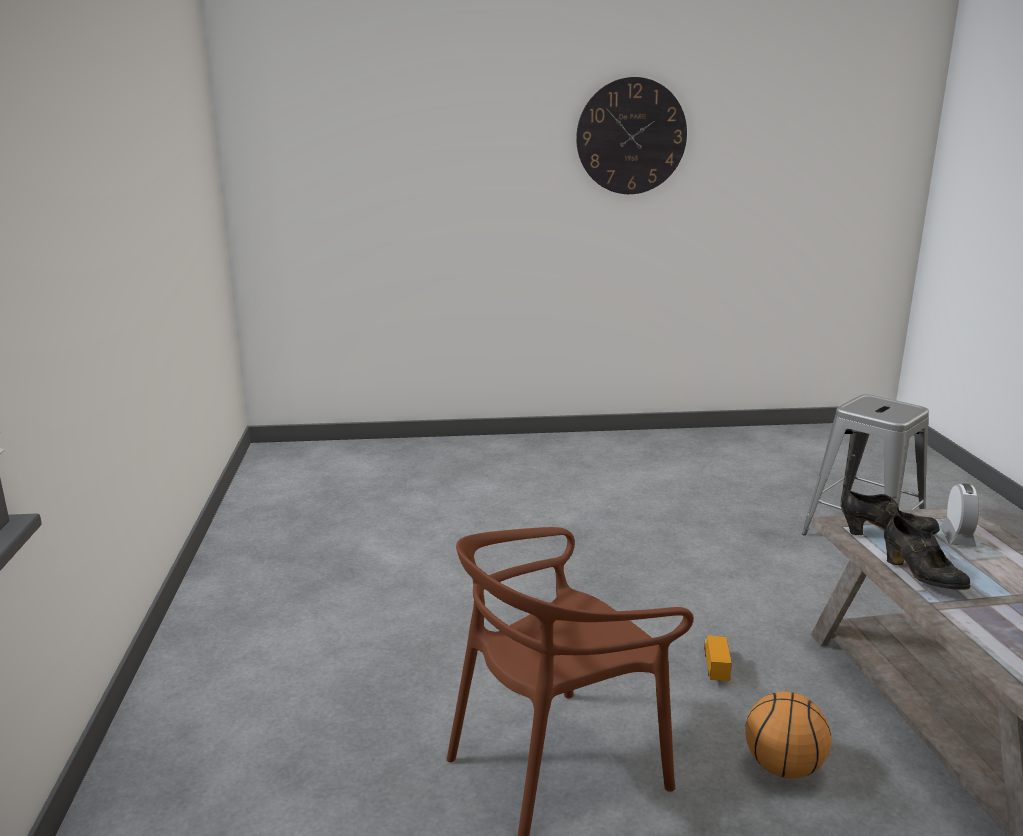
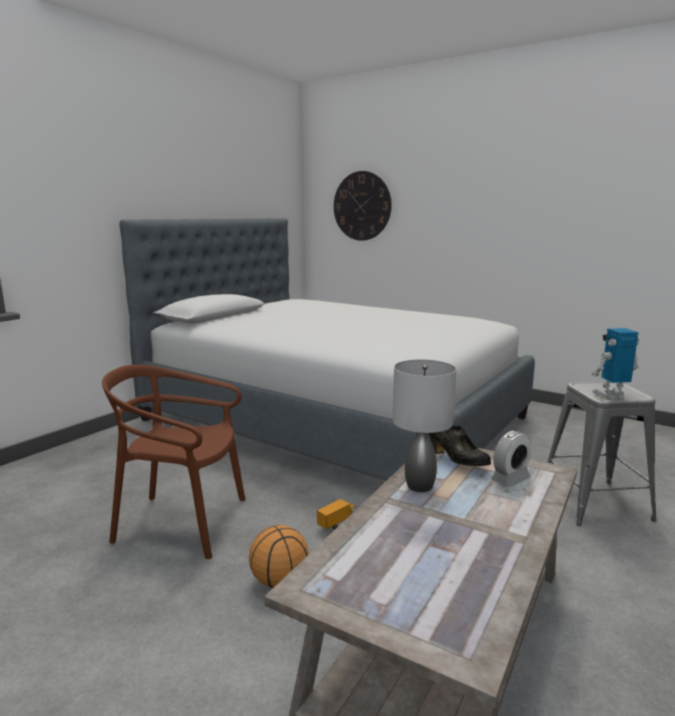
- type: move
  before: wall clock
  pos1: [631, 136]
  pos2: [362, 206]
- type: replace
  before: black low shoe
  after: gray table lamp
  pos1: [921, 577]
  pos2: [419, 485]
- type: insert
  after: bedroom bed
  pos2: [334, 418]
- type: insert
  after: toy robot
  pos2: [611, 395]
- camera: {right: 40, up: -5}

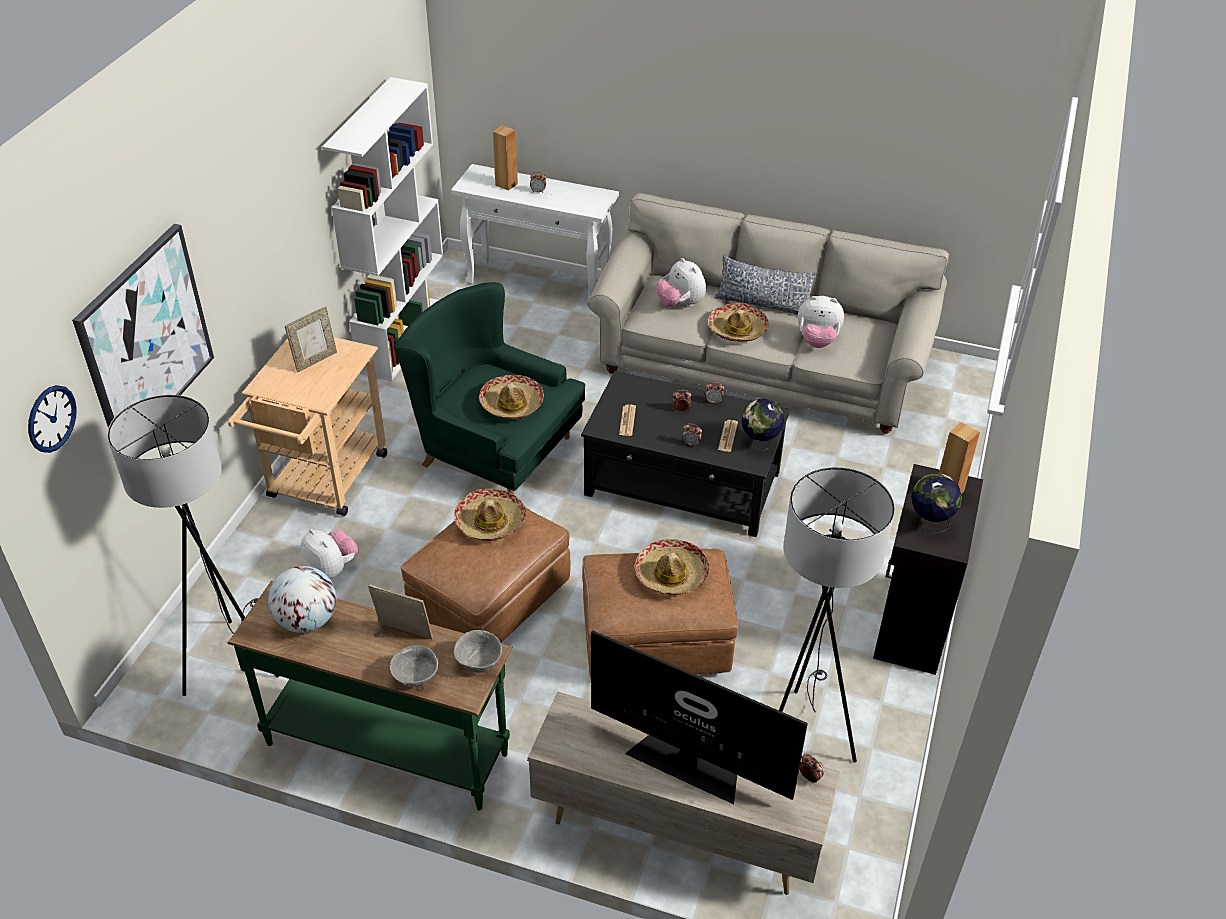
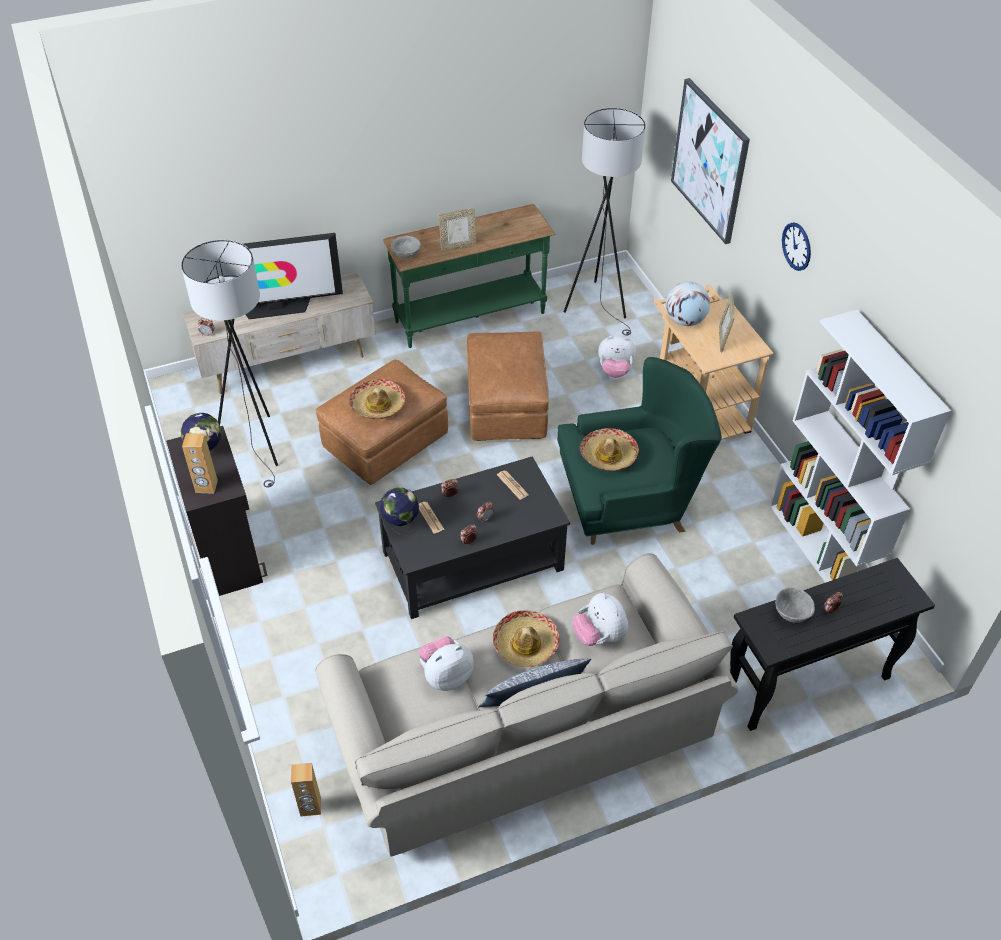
- type: move
  before: wall clock
  pos1: [51, 418]
  pos2: [796, 246]
- type: move
  before: globe
  pos1: [307, 621]
  pos2: [685, 320]
- type: move
  before: gray deep dish
  pos1: [415, 678]
  pos2: [791, 613]
- type: recolor
  before: white-coloured console table
  after: black console table
  pos1: [539, 285]
  pos2: [805, 684]
- type: delete
  before: wearable hat
  pos1: [490, 522]
- type: move
  before: brown loudspeaker
  pos1: [506, 184]
  pos2: [310, 807]
- type: rotate
  before: plush toy
  pos1: [680, 304]
  pos2: [599, 635]
  turn: -135
- camera: {right: 140, up: 5}

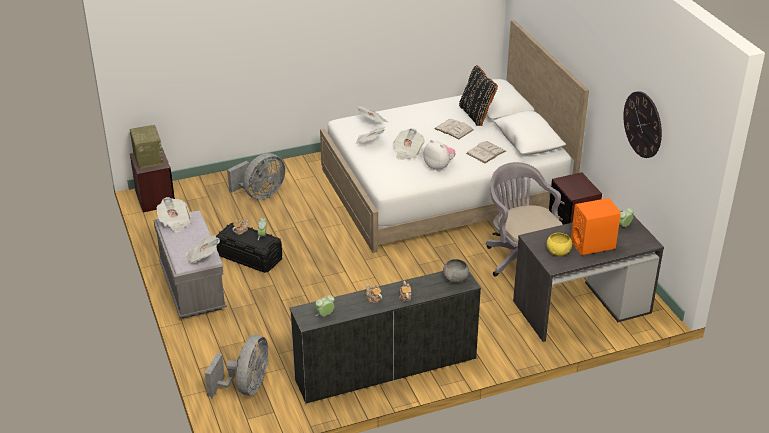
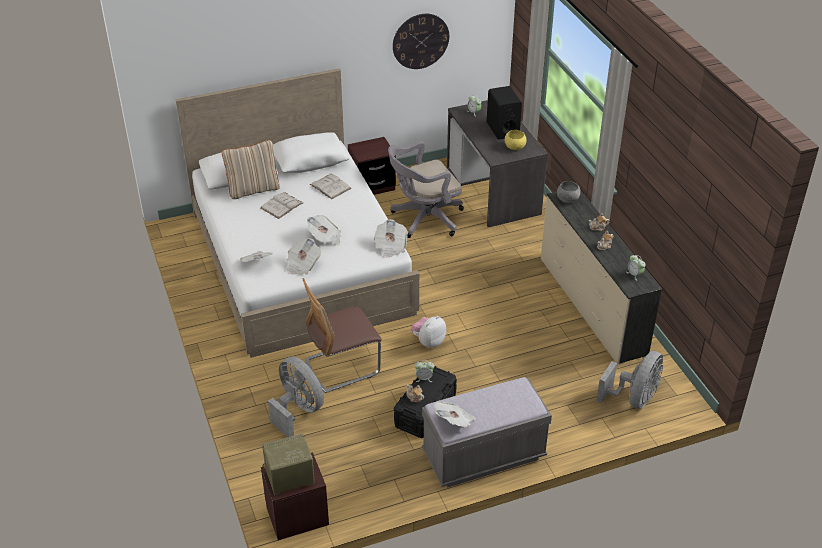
- type: move
  before: newspaper
  pos1: [202, 257]
  pos2: [390, 246]
- type: rotate
  before: gray cooling fan
  pos1: [246, 387]
  pos2: [634, 398]
  turn: 105
- type: move
  before: plush toy
  pos1: [439, 166]
  pos2: [428, 342]
- type: recolor
  before: black cushion
  after: beige cushion
  pos1: [476, 114]
  pos2: [253, 189]
- type: recolor
  before: orangey loudspeaker
  after: black loudspeaker
  pos1: [593, 245]
  pos2: [502, 129]
- type: insert
  after: upright chair
  pos2: [342, 367]
- camera: {right: -90, up: 5}

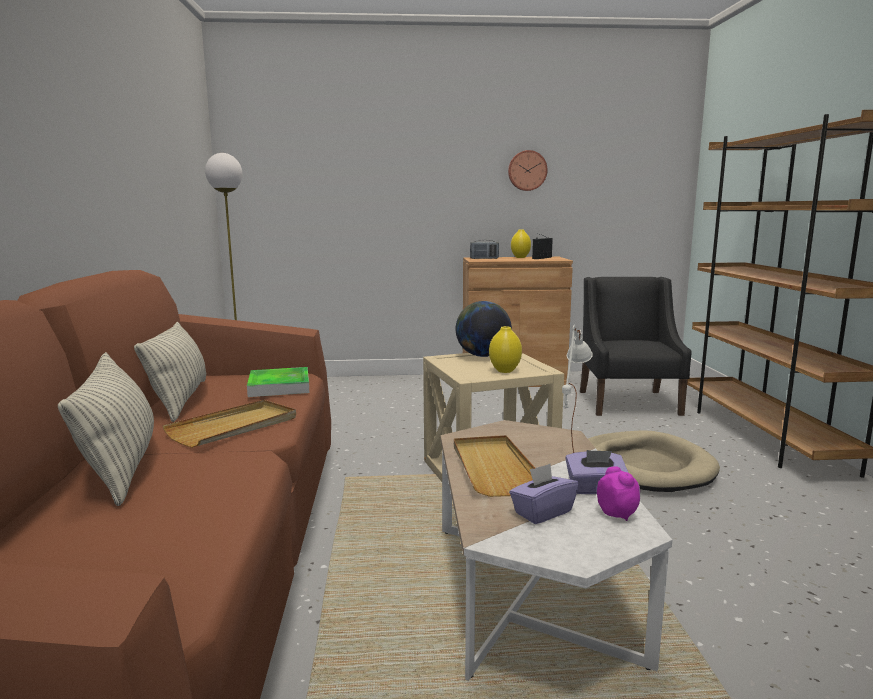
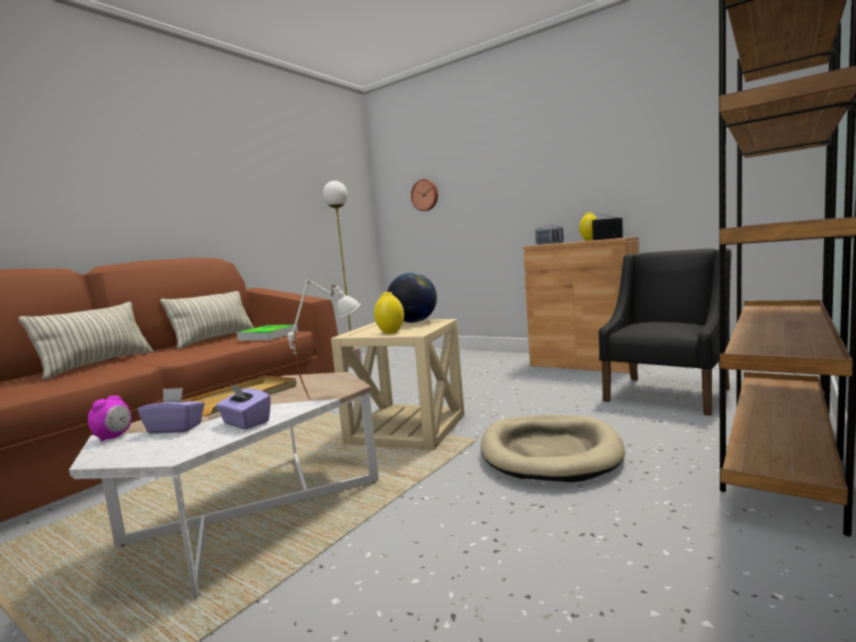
- type: delete
  before: beige tray
  pos1: [234, 427]
- type: move
  before: wall clock
  pos1: [527, 170]
  pos2: [425, 195]
- type: move
  before: table clock
  pos1: [617, 514]
  pos2: [114, 437]
- camera: {right: 40, up: -5}

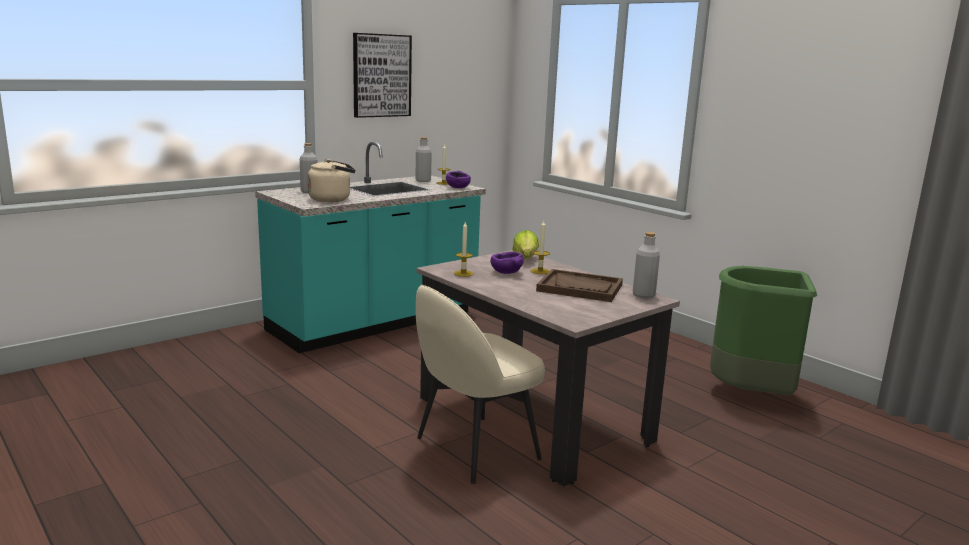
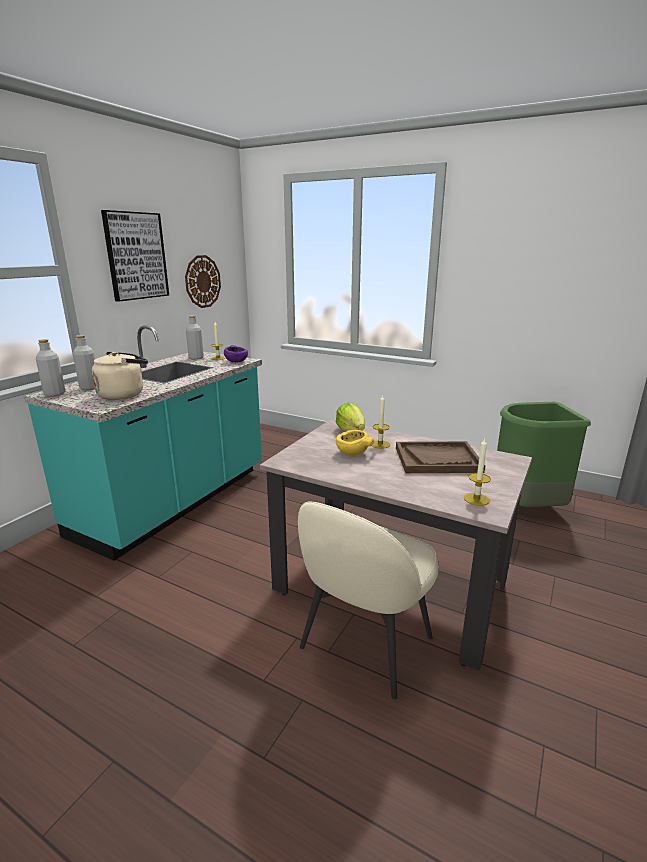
- type: move
  before: wax light
  pos1: [463, 273]
  pos2: [476, 499]
- type: recolor
  before: purple-coloured deep dish
  after: yellow-coloured deep dish
  pos1: [506, 272]
  pos2: [352, 452]
- type: move
  before: gray beverage bottle
  pos1: [643, 295]
  pos2: [54, 394]
- type: insert
  after: wall clock
  pos2: [202, 281]
- camera: {right: -20, up: 5}

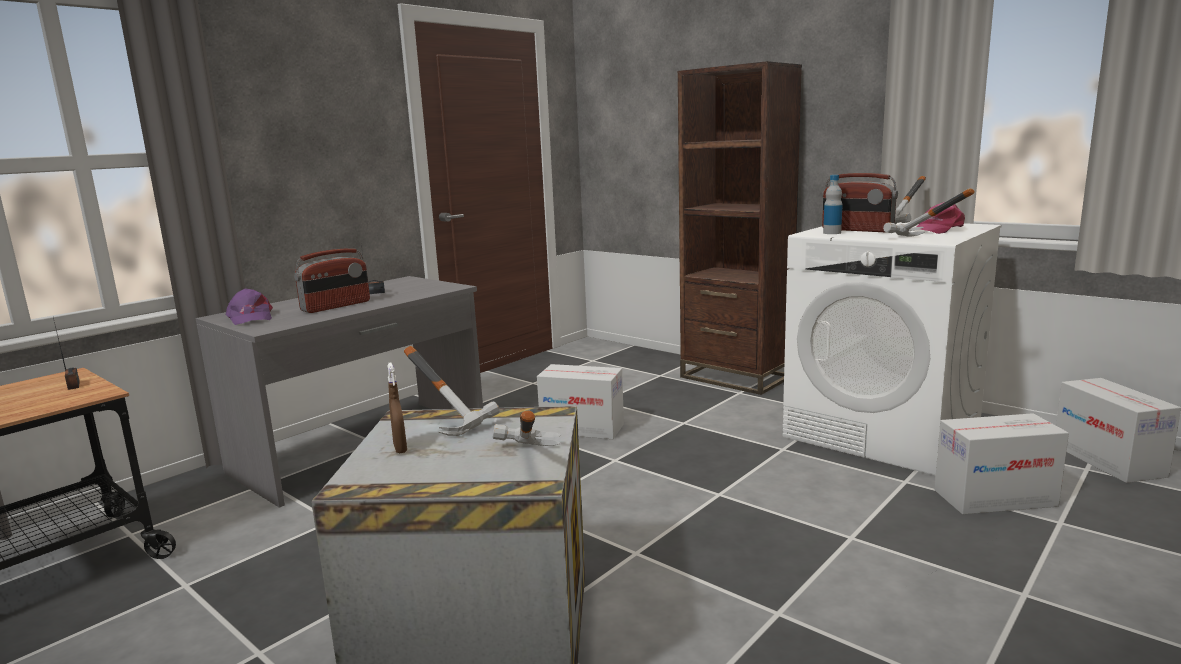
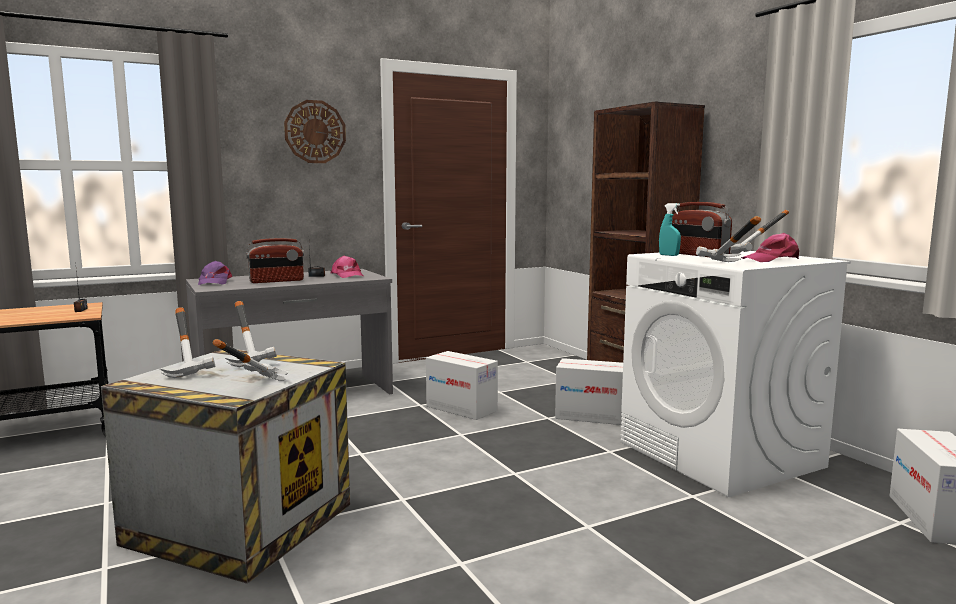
- type: replace
  before: brown spray bottle
  after: hand hammer
  pos1: [400, 448]
  pos2: [194, 368]
- type: replace
  before: beverage bottle
  after: turquoise-coloured spray bottle
  pos1: [832, 233]
  pos2: [669, 255]
- type: move
  before: packing box
  pos1: [994, 498]
  pos2: [591, 416]
- type: insert
  after: wall clock
  pos2: [315, 132]
- type: insert
  after: pink-coloured baseball cap
  pos2: [347, 275]
- camera: {right: 20, up: -5}

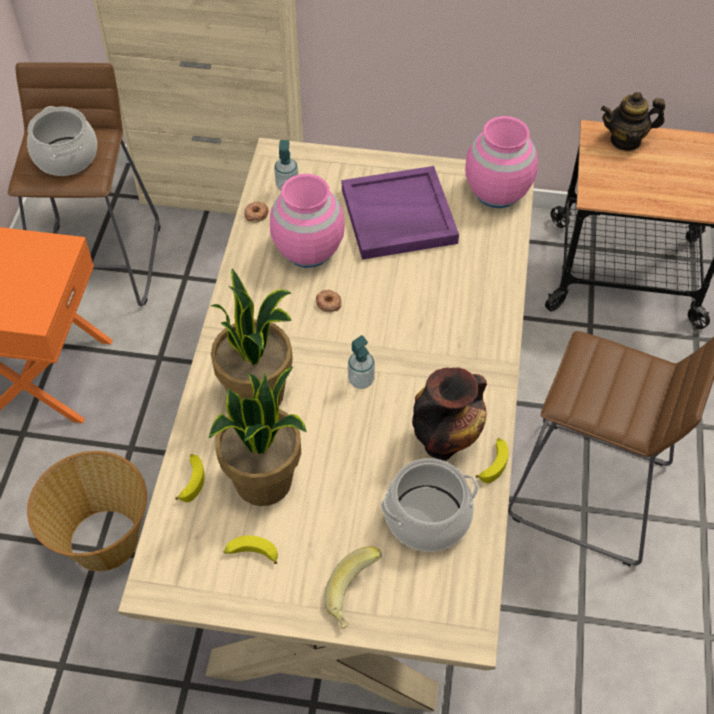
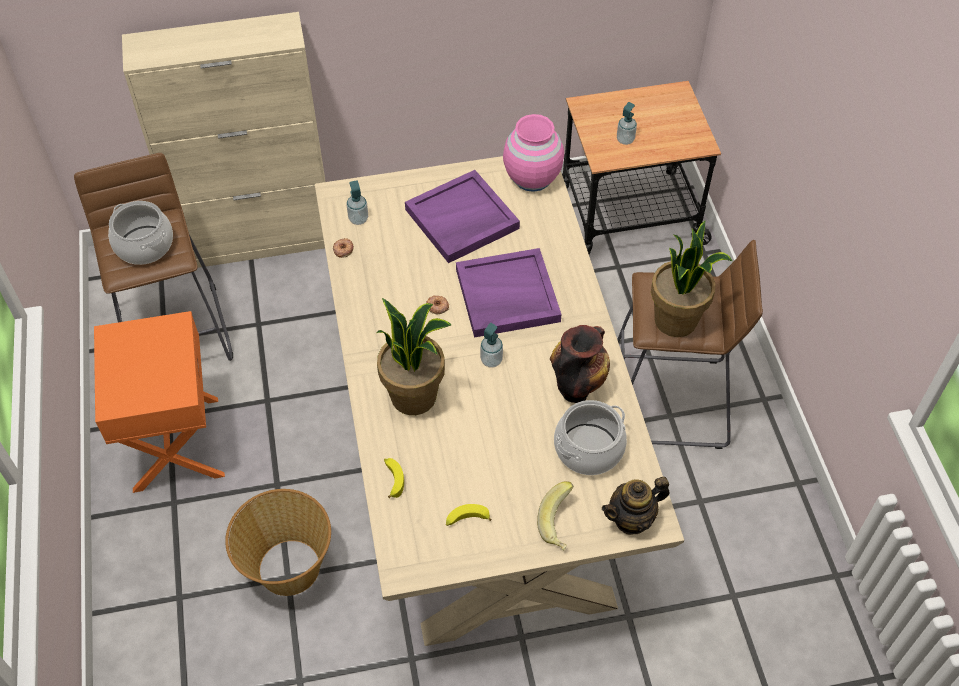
- type: move
  before: houseplant
  pos1: [264, 482]
  pos2: [676, 320]
- type: delete
  before: pink-coloured flower vase
  pos1: [309, 250]
- type: delete
  before: banana fruit
  pos1: [493, 463]
- type: move
  before: pot for tea
  pos1: [625, 140]
  pos2: [632, 519]
- type: insert
  after: purple-coloured tray
  pos2: [506, 296]
- type: insert
  after: liquid soap bottle
  pos2: [625, 140]
- camera: {right: -20, up: 0}

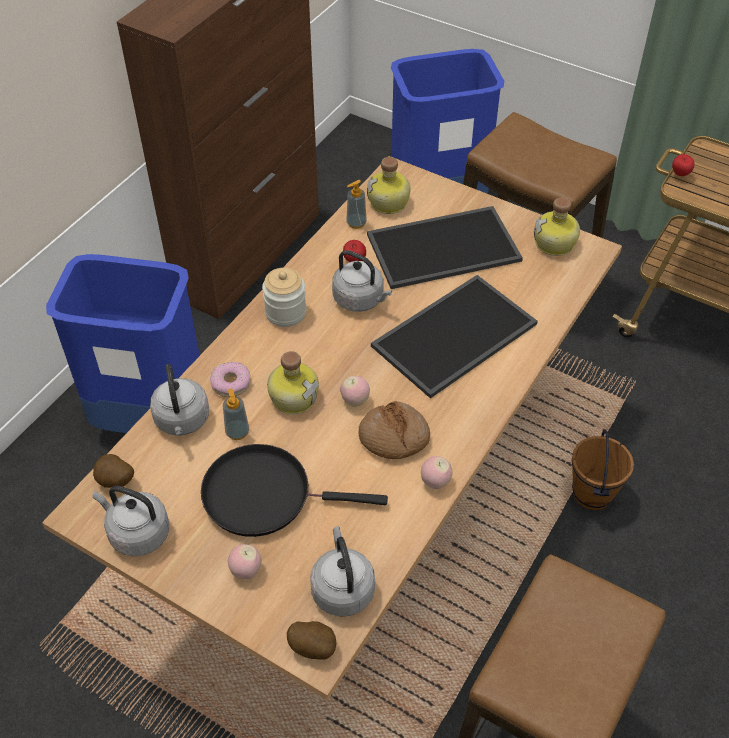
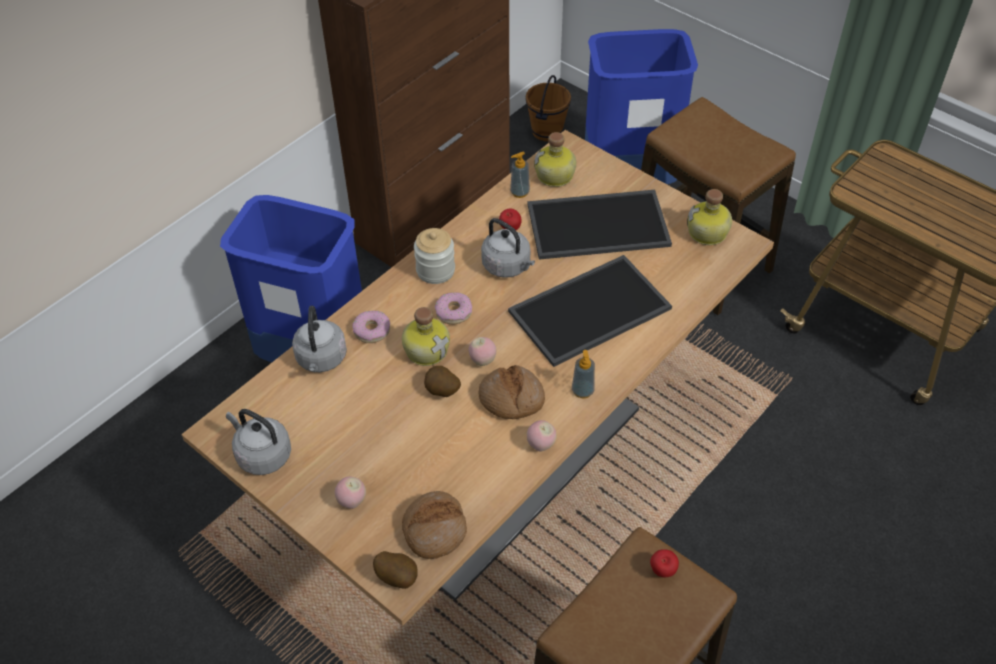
- type: move
  before: whole potato
  pos1: [116, 482]
  pos2: [442, 392]
- type: delete
  before: black skillet
  pos1: [264, 495]
- type: move
  before: liquid soap bottle
  pos1: [237, 432]
  pos2: [582, 391]
- type: replace
  before: gray tea kettle
  after: baked bread
  pos1: [342, 588]
  pos2: [434, 529]
- type: move
  before: brown water bucket
  pos1: [593, 494]
  pos2: [547, 132]
- type: move
  before: apple fruit
  pos1: [680, 174]
  pos2: [662, 571]
- type: insert
  after: ring doughnut
  pos2: [454, 312]
- camera: {right: 10, up: 0}

